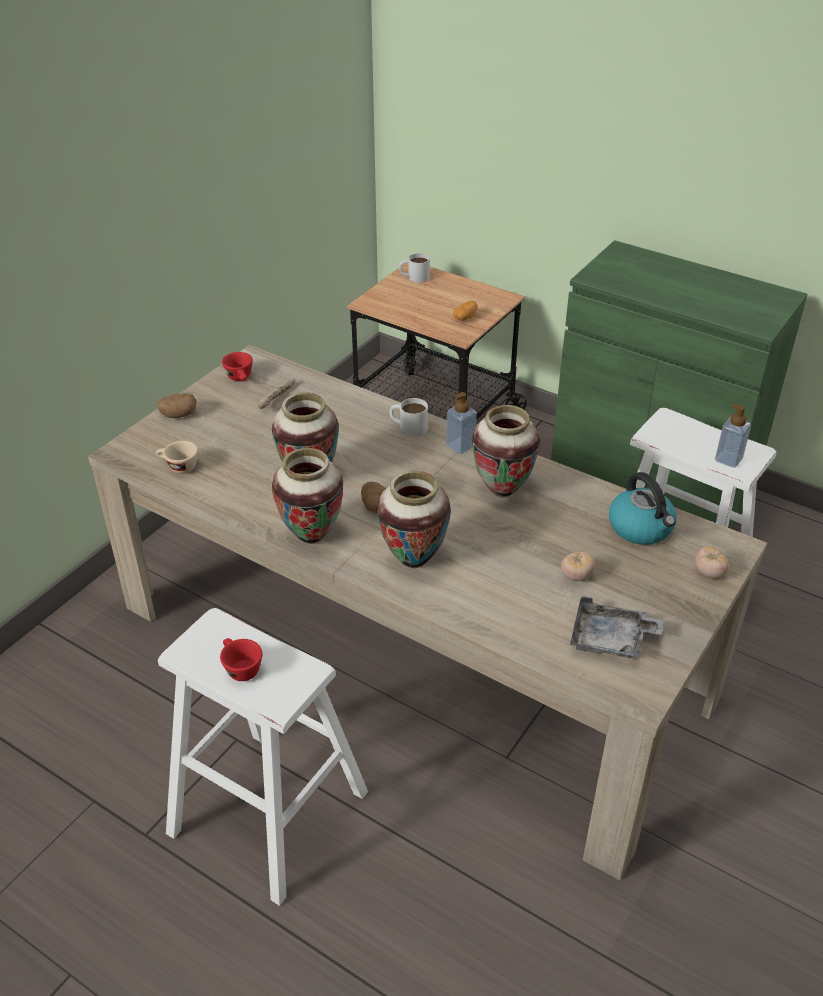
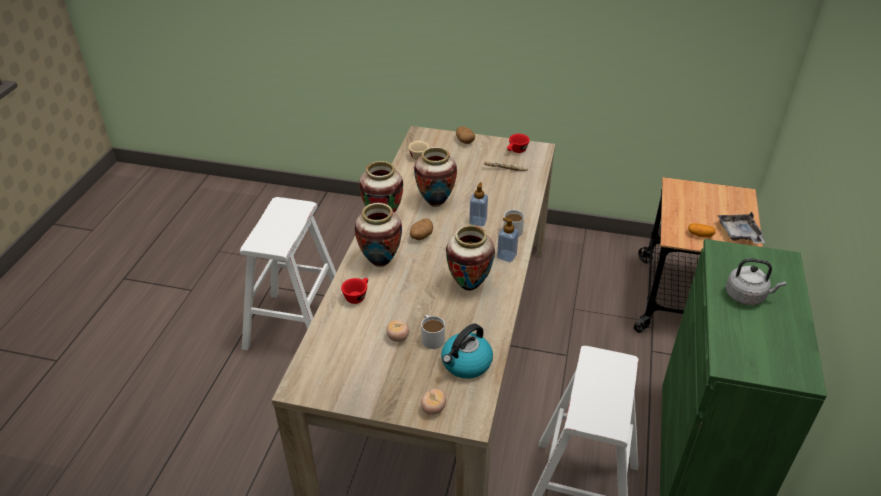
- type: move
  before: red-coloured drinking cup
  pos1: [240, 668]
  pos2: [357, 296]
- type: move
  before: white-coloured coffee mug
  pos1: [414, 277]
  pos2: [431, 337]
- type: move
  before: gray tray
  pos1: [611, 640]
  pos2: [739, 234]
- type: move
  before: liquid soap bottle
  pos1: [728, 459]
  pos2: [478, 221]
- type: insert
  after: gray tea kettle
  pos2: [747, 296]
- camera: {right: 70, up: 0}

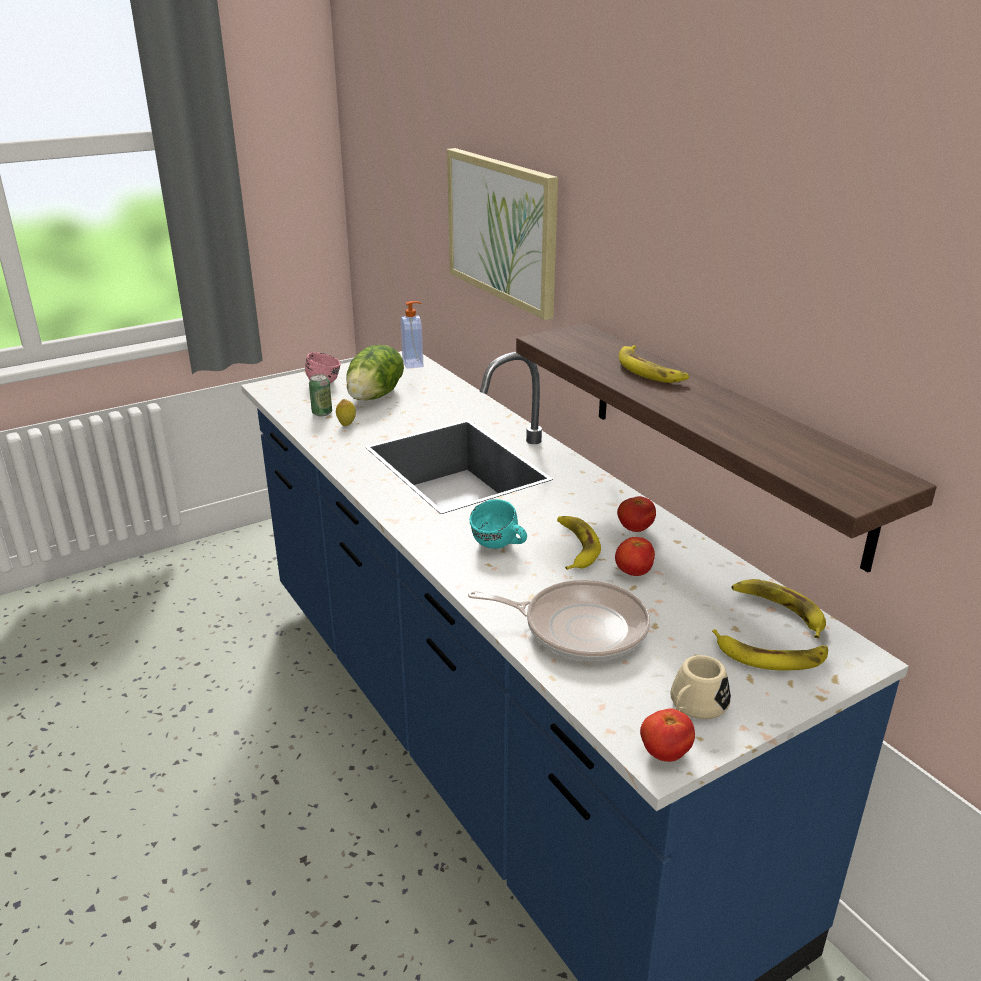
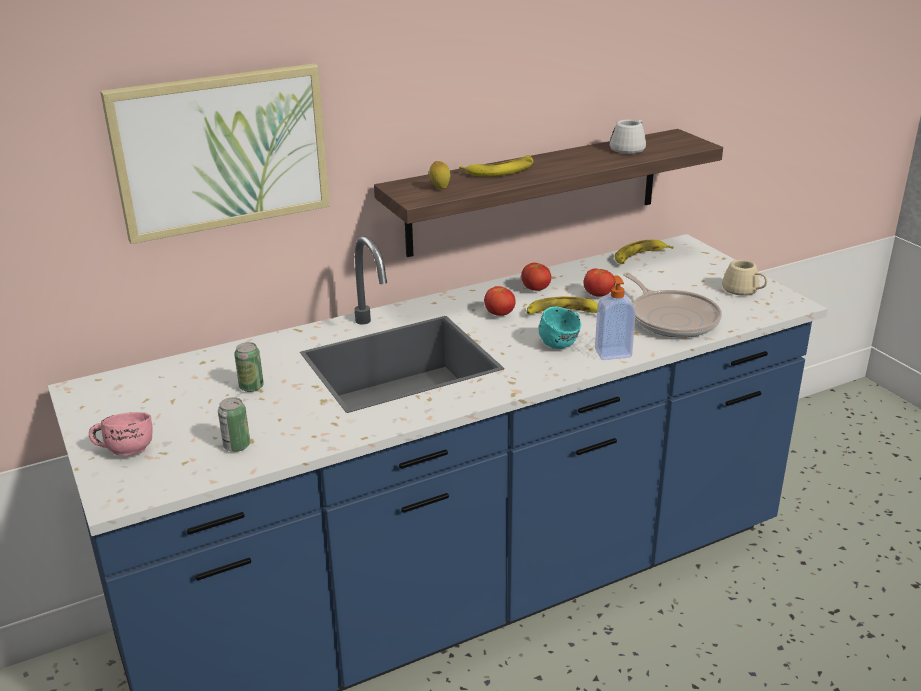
- type: move
  before: lemon
  pos1: [346, 425]
  pos2: [440, 188]
- type: delete
  before: lettuce head
  pos1: [376, 396]
- type: move
  before: liquid soap bottle
  pos1: [413, 363]
  pos2: [612, 353]
- type: rotate
  before: skillet
  pos1: [579, 628]
  pos2: [671, 318]
  turn: 135
- type: move
  before: whole tomato
  pos1: [664, 753]
  pos2: [499, 314]
- type: delete
  before: banana fruit
  pos1: [771, 656]
- type: insert
  after: can
  pos2: [251, 387]
- type: insert
  after: white-coloured coffee mug
  pos2: [629, 148]
- camera: {right: -85, up: 0}

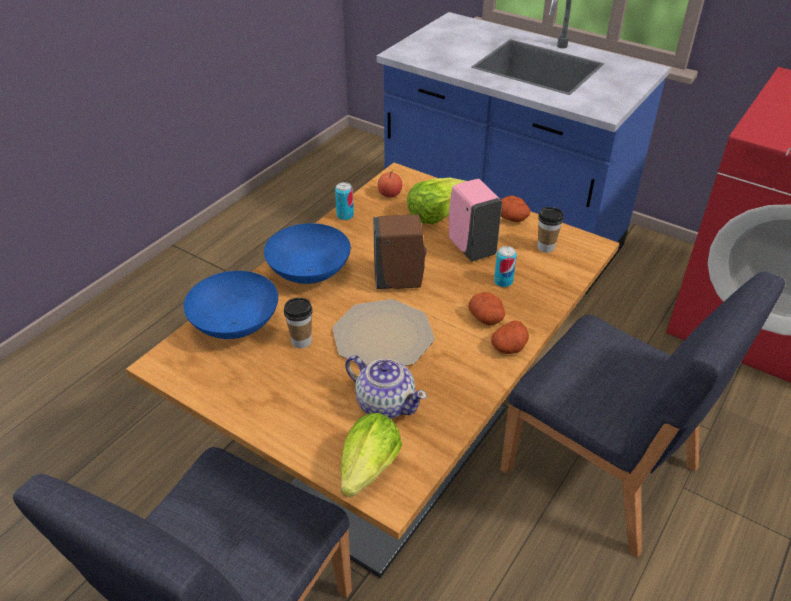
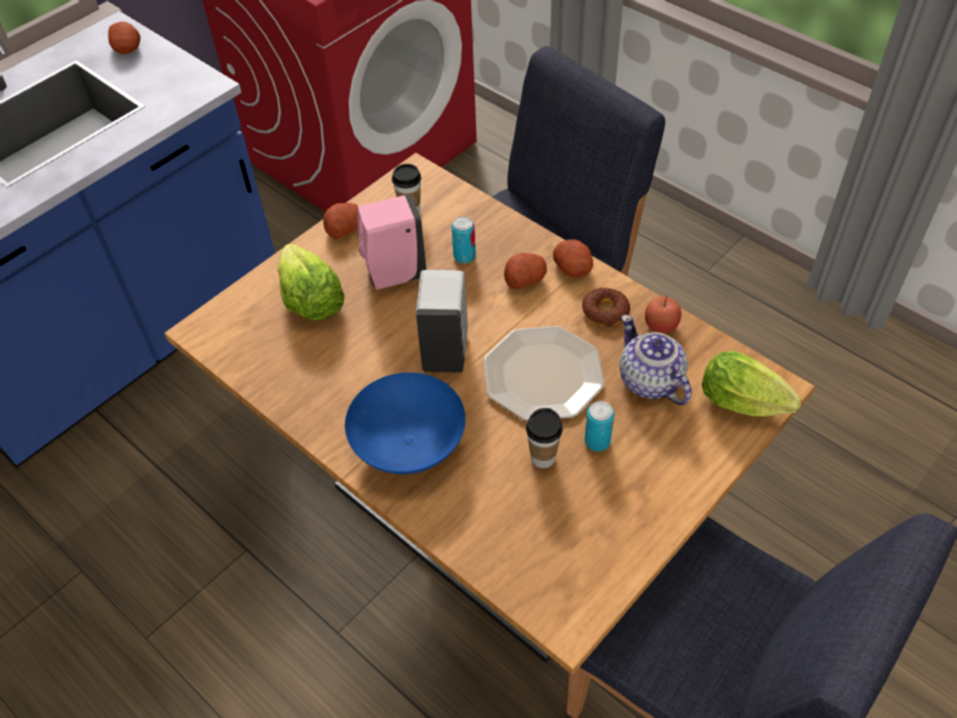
- type: delete
  before: blue deep dish
  pos1: [237, 326]
- type: move
  before: can
  pos1: [345, 216]
  pos2: [597, 441]
- type: rotate
  before: pot for tea
  pos1: [385, 403]
  pos2: [650, 381]
  turn: -75
- type: recolor
  before: brown liquid soap bottle
  after: white-coloured liquid soap bottle
  pos1: [400, 281]
  pos2: [445, 349]
- type: move
  before: apple fruit
  pos1: [390, 194]
  pos2: [661, 325]
- type: insert
  after: whole potato
  pos2: [128, 49]
- type: insert
  after: ring doughnut
  pos2: [605, 311]
- camera: {right: -80, up: 10}

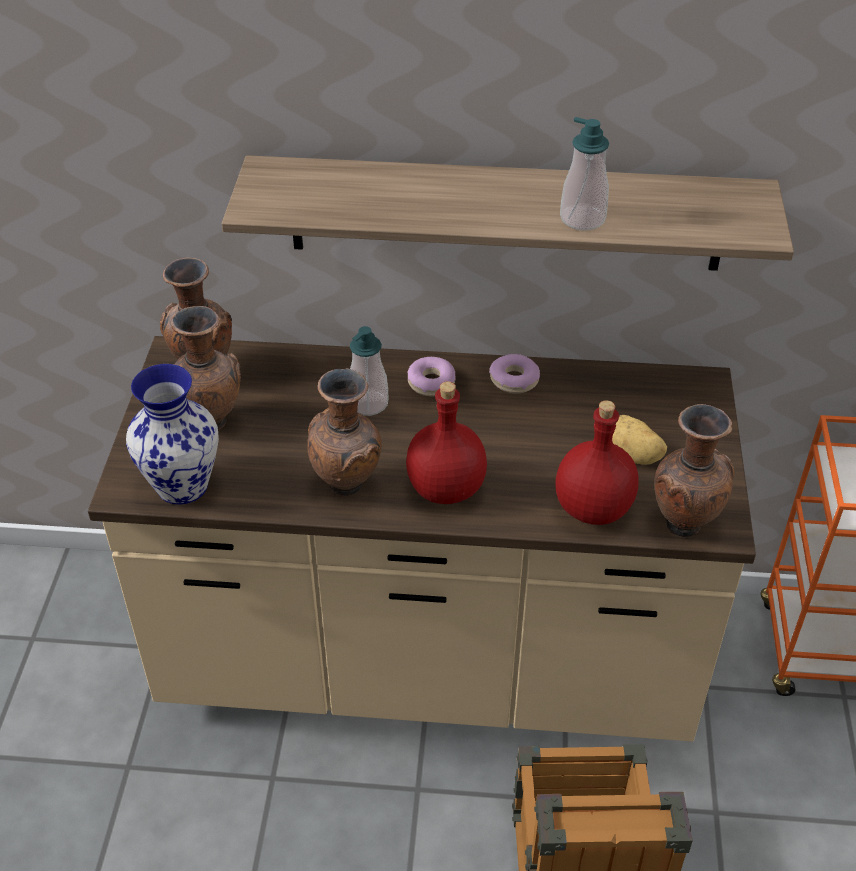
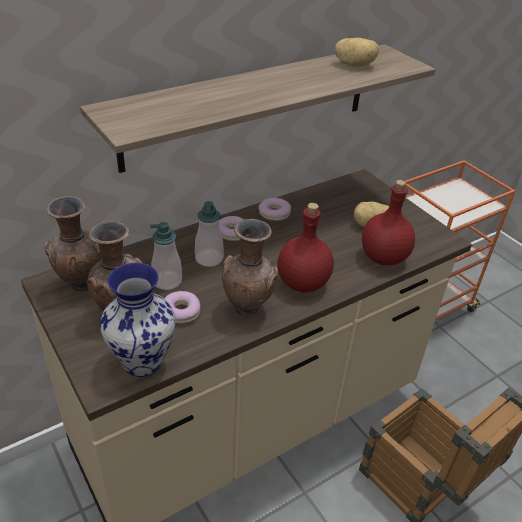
- type: move
  before: liquid soap bottle
  pos1: [582, 219]
  pos2: [167, 281]
- type: delete
  before: brown flower vase
  pos1: [683, 523]
- type: insert
  after: ring doughnut
  pos2: [181, 312]
- type: insert
  after: whole potato
  pos2: [354, 64]
- camera: {right: -40, up: -5}

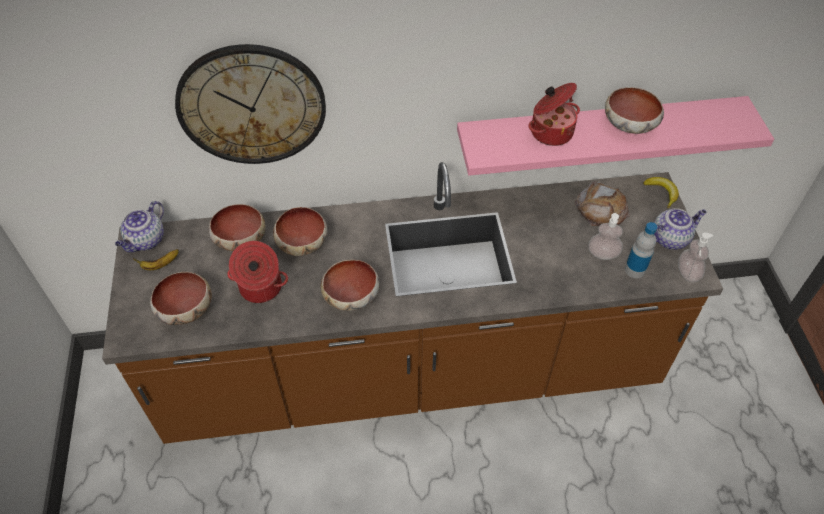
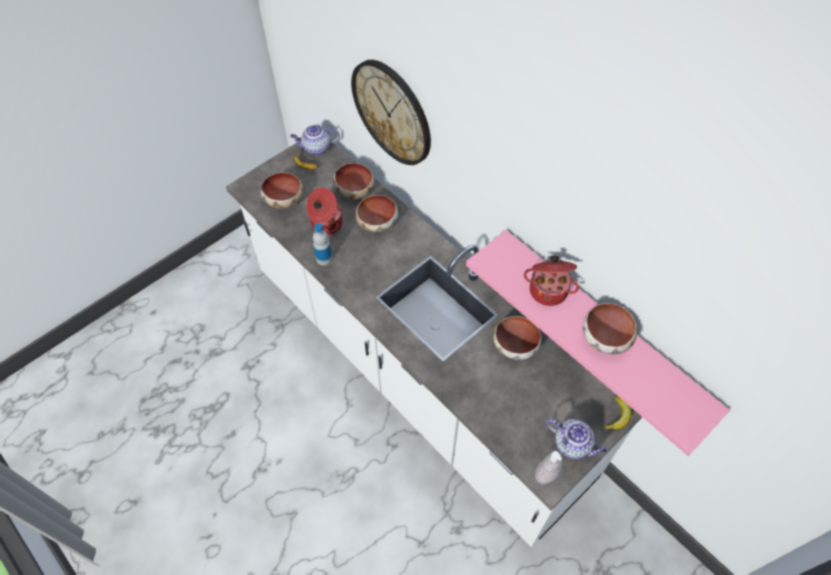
- type: recolor
  before: brown counter
  after: white-coloured counter
  pos1: [412, 373]
  pos2: [415, 372]
- type: move
  before: deep dish
  pos1: [351, 295]
  pos2: [516, 345]
- type: delete
  before: baked bread
  pos1: [601, 209]
- type: delete
  before: liquid soap bottle
  pos1: [602, 254]
- type: move
  before: beverage bottle
  pos1: [635, 270]
  pos2: [324, 259]
- camera: {right: 55, up: 5}

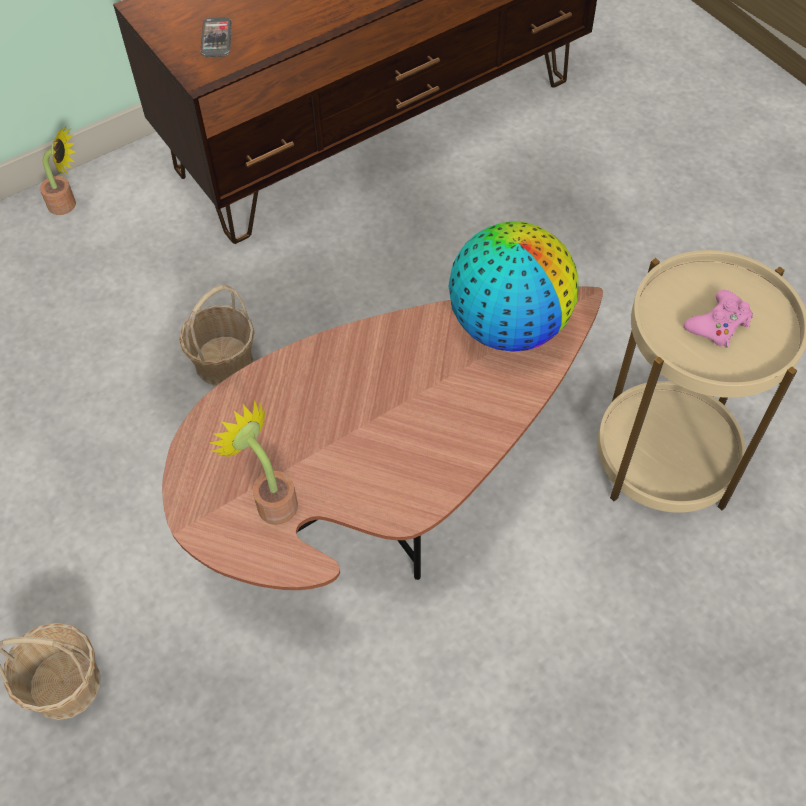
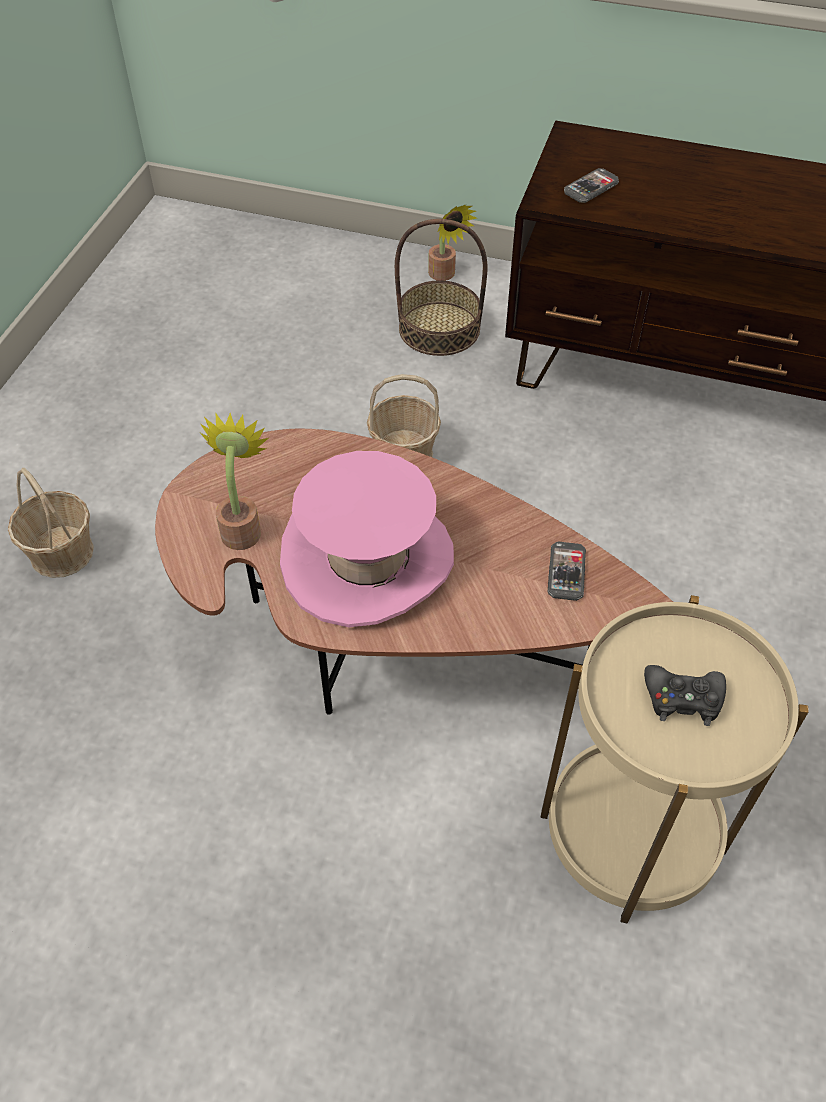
- type: replace
  before: globe
  after: telephone
  pos1: [508, 325]
  pos2: [566, 572]
- type: recolor
  before: pink-coloured gamepad
  after: black gamepad
  pos1: [718, 325]
  pos2: [683, 699]
- type: insert
  after: pink-coloured wearable hat
  pos2: [367, 559]
- type: insert
  after: storage basket
  pos2: [439, 328]
- camera: {right: 50, up: -5}

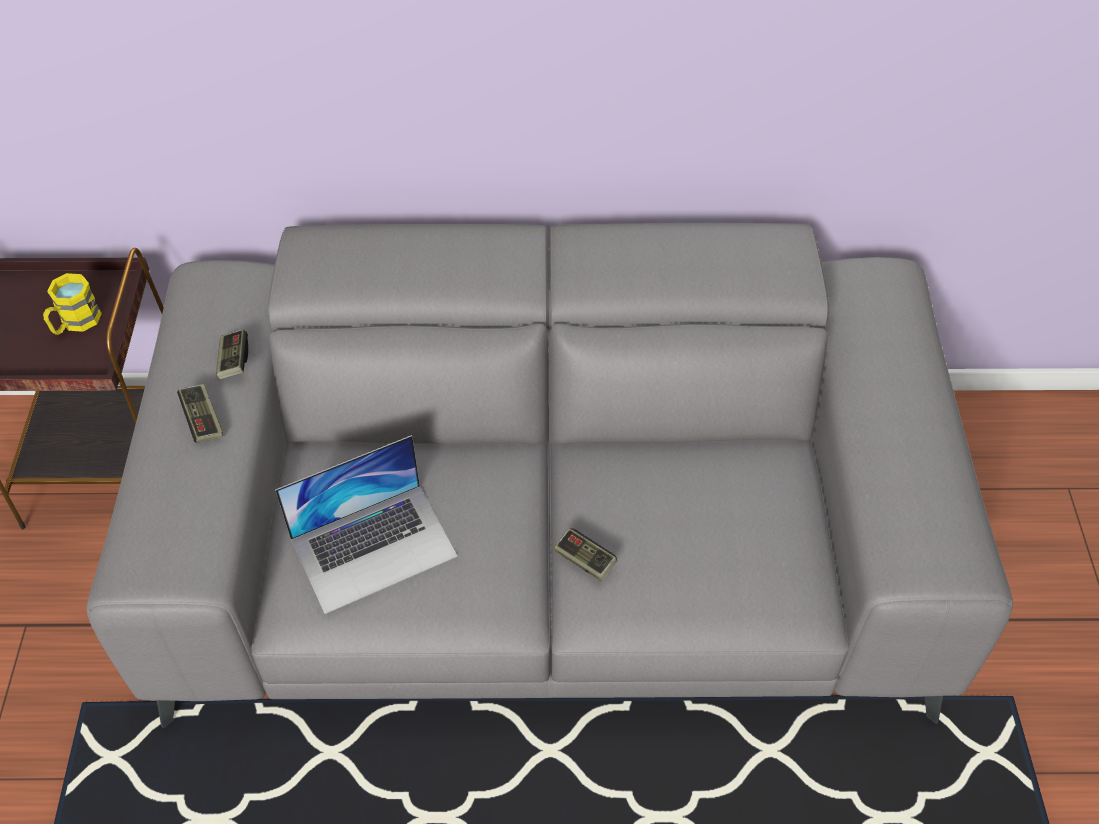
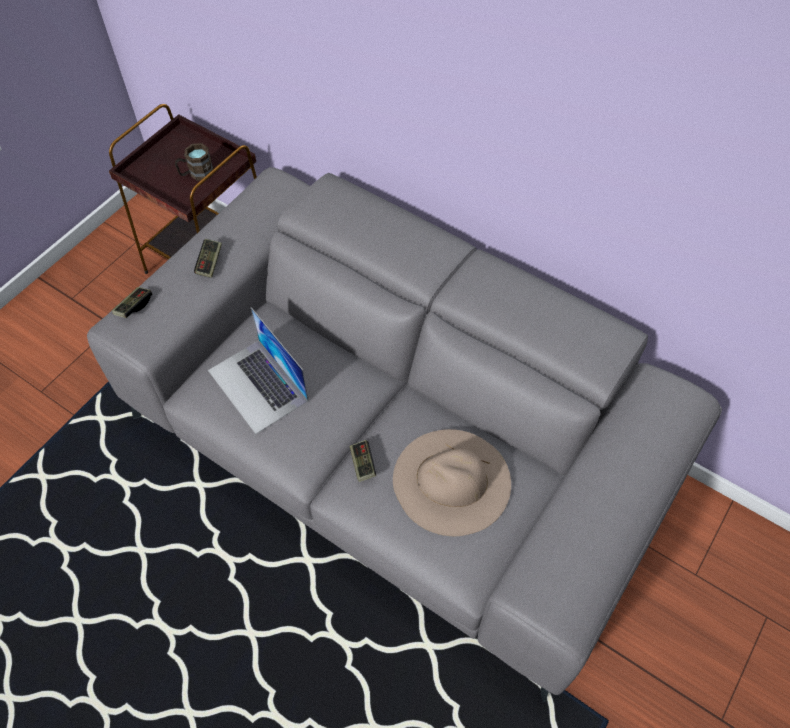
- type: recolor
  before: yellow-coloured coffee mug
  after: brown coffee mug
  pos1: [75, 323]
  pos2: [196, 174]
- type: move
  before: gamepad
  pos1: [234, 361]
  pos2: [134, 306]
- type: rotate
  before: laptop
  pos1: [374, 547]
  pos2: [258, 385]
  turn: 45
- type: insert
  after: beige wearable hat
  pos2: [451, 481]
- camera: {right: 35, up: 5}

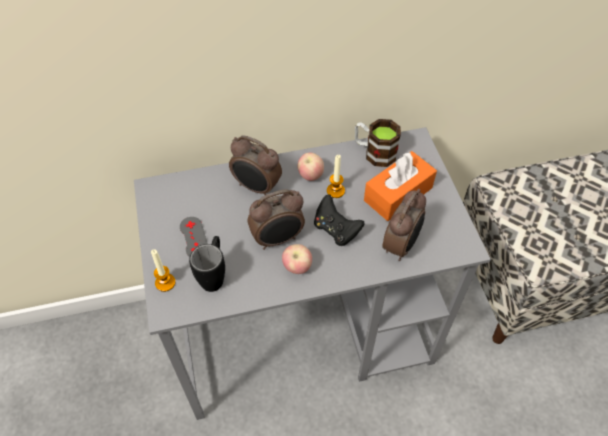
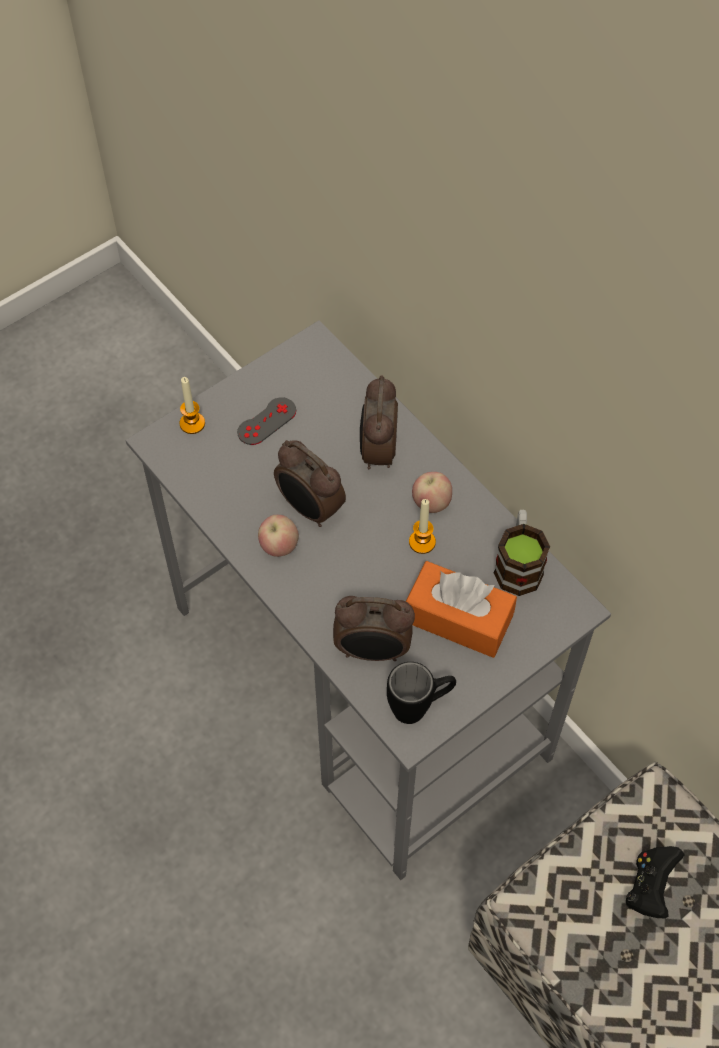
- type: move
  before: black coffee mug
  pos1: [214, 275]
  pos2: [420, 707]
- type: move
  before: black gamepad
  pos1: [336, 230]
  pos2: [649, 887]
- camera: {right: 65, up: 5}

